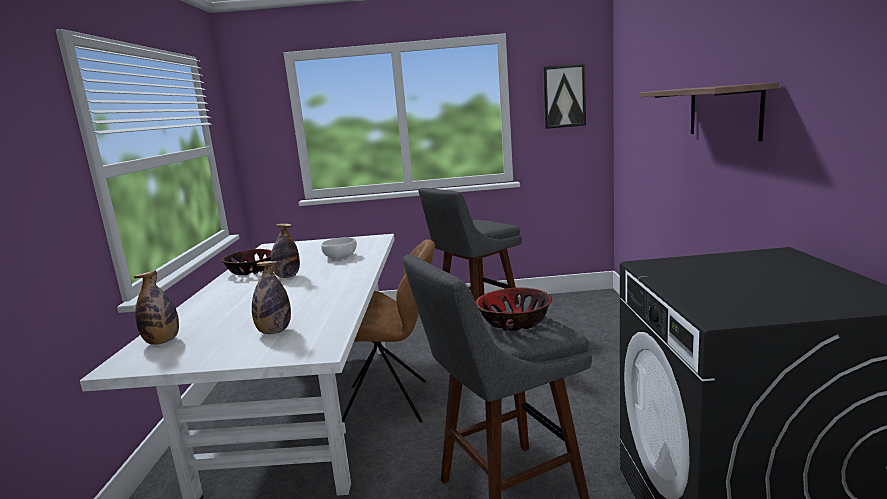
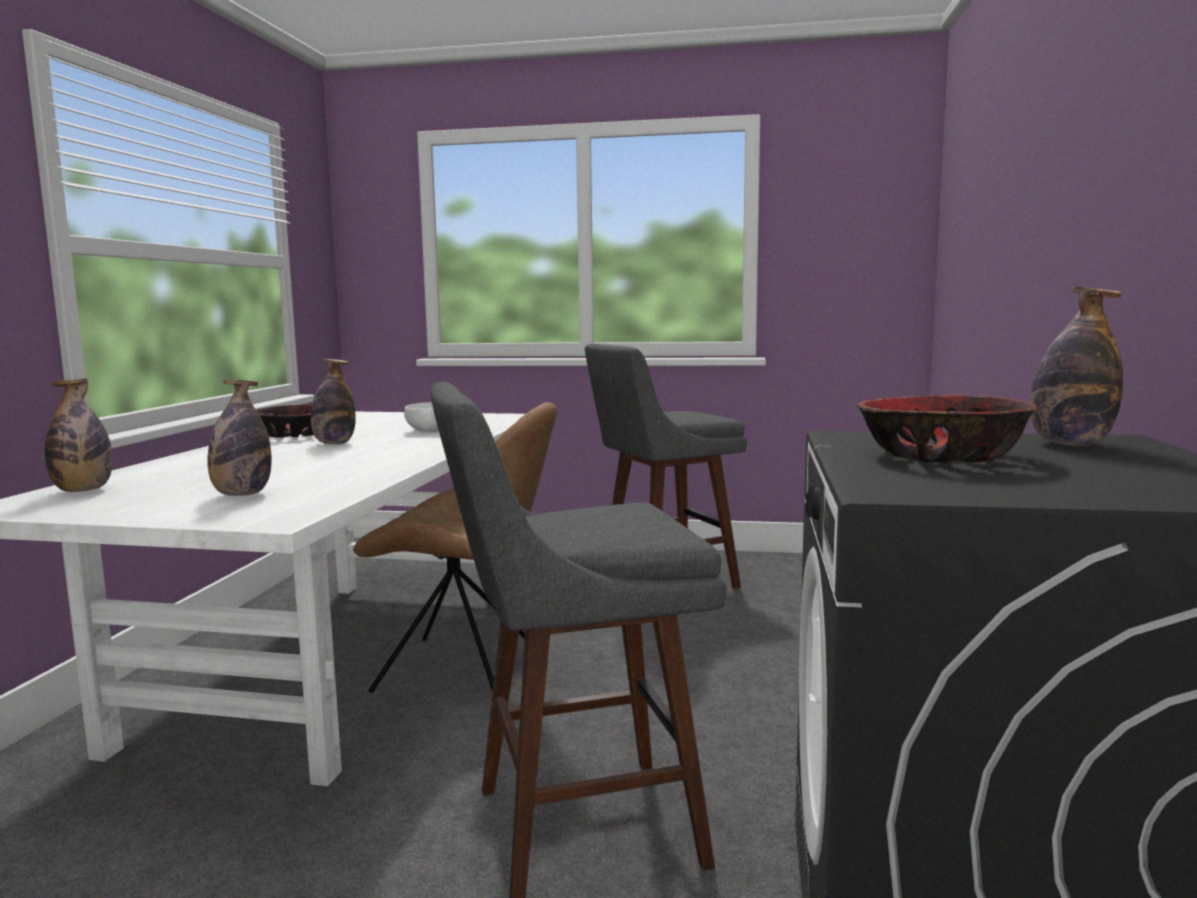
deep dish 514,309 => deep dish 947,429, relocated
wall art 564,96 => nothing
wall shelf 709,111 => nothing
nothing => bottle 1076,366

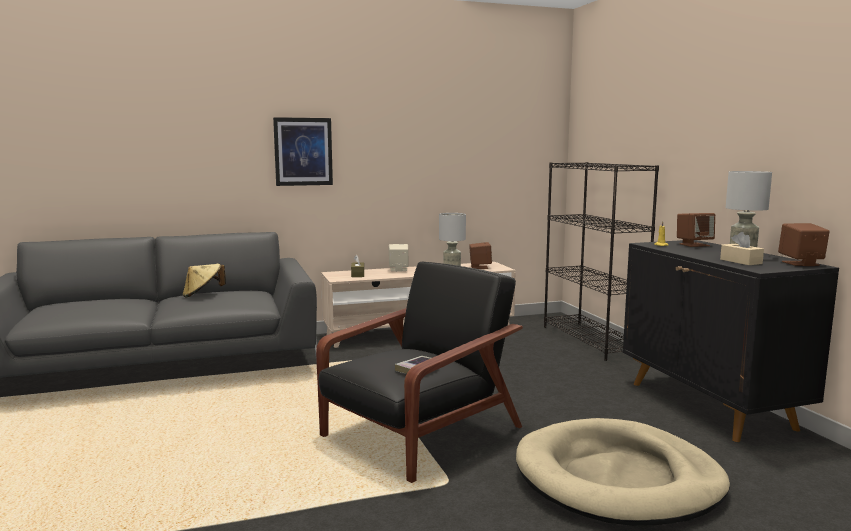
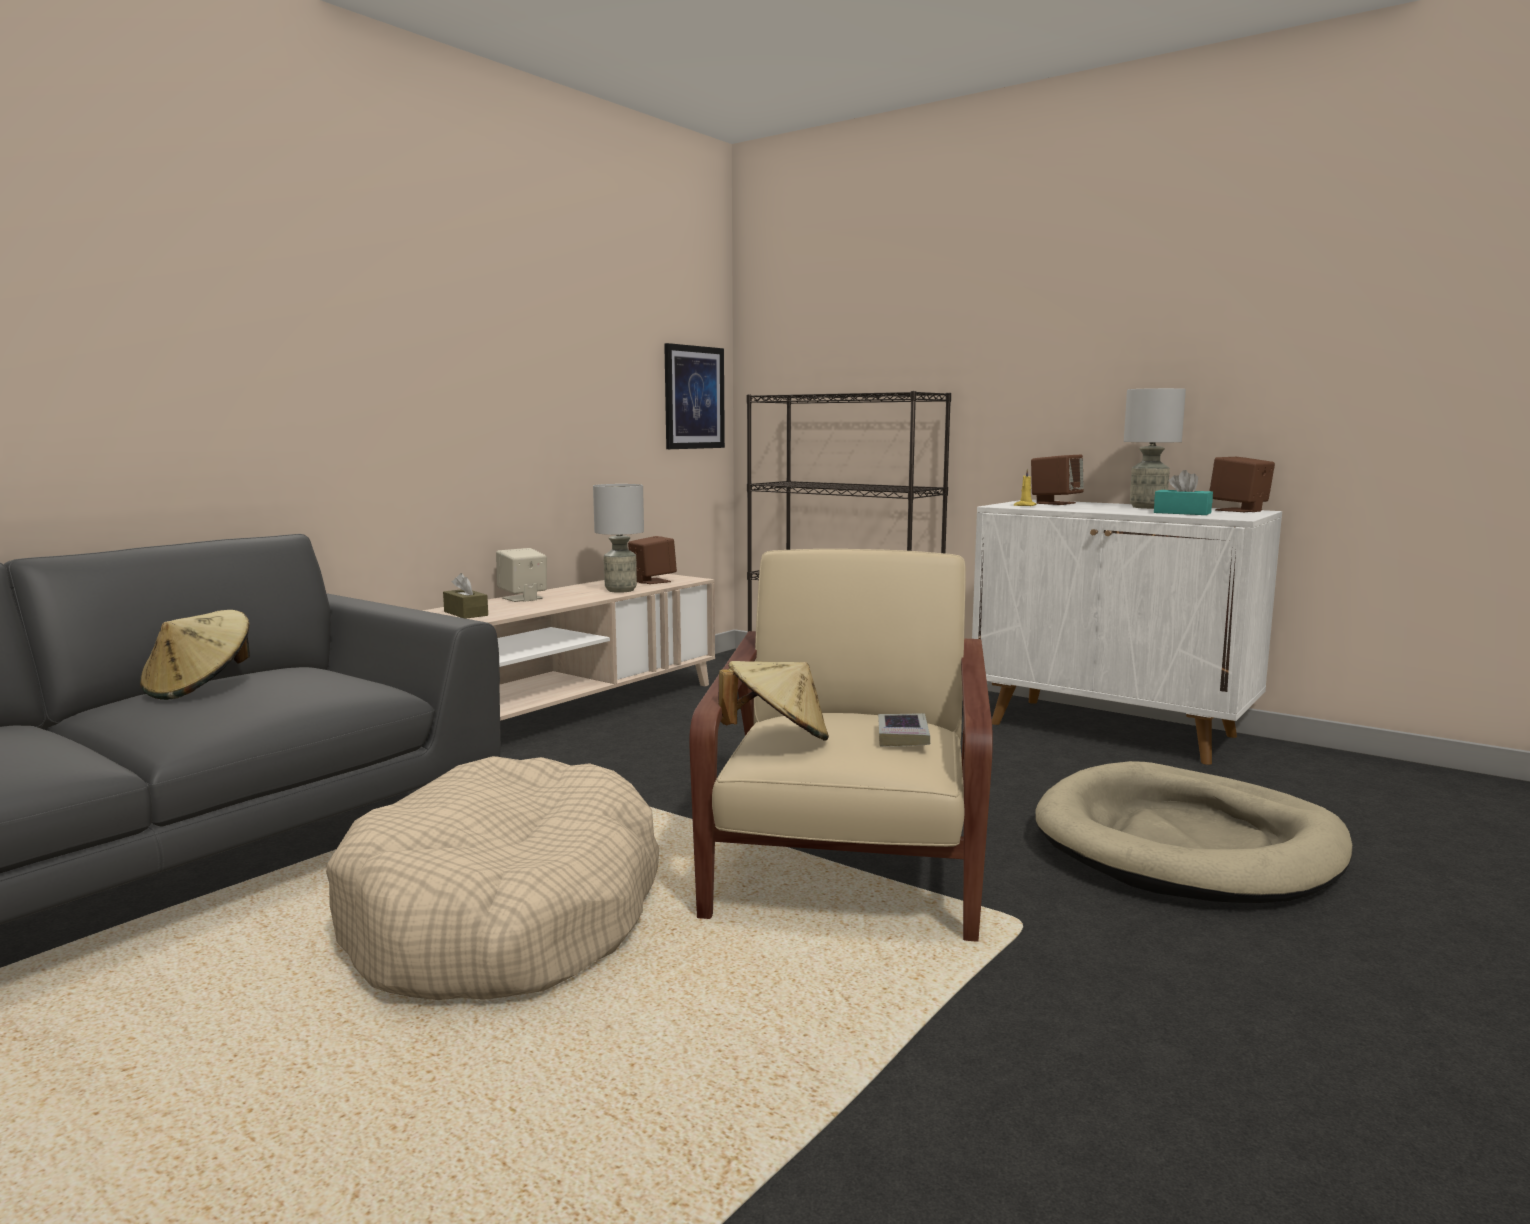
wall art 303,151 => wall art 694,396, relocated
black lounge chair 419,372 => beige lounge chair 841,745
black cabinet 731,341 => whitish cabinet 1127,632
beige box of tissues 742,248 => turquoise-coloured box of tissues 1183,492
nothing => beige dog cushion 492,878
nothing => beige clothing hat 773,701

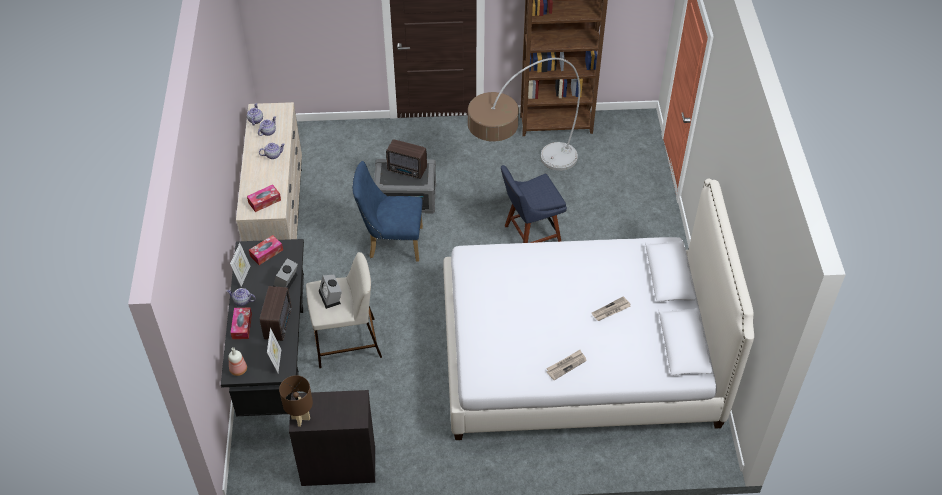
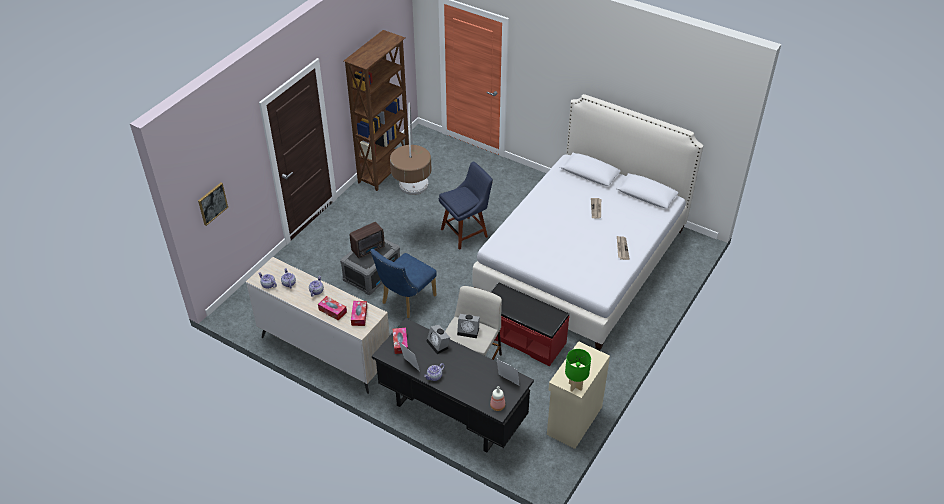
box of tissues 241,323 => box of tissues 332,308, relocated
radio set 276,313 => nothing
brown lamp for a table 296,401 => greenish lamp for a table 578,370
black cabinet 332,438 => beige cabinet 578,395
blue-coloured plain chair 534,204 => blue-coloured plain chair 466,206, 135 degrees counterclockwise
nothing => wall art 213,204
nothing => reddish bench 530,324

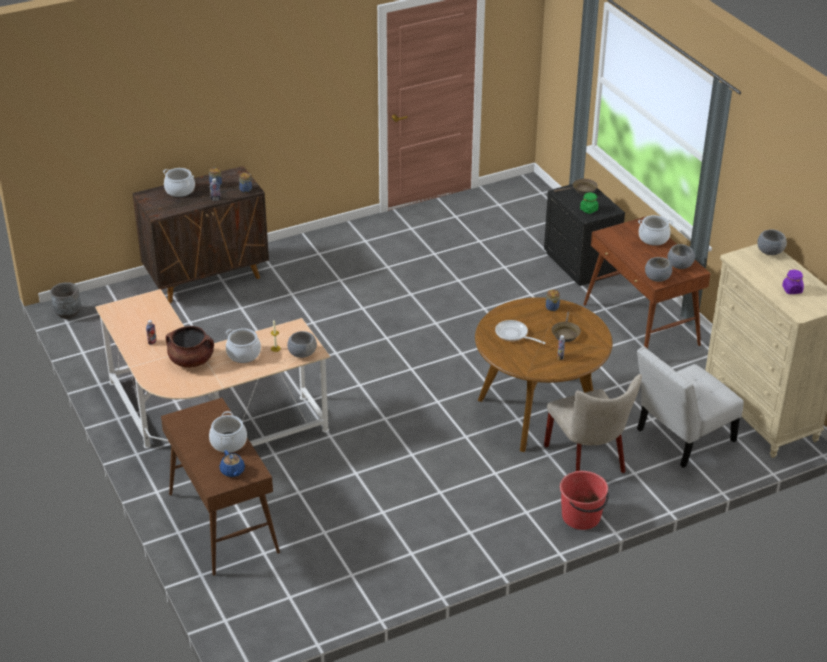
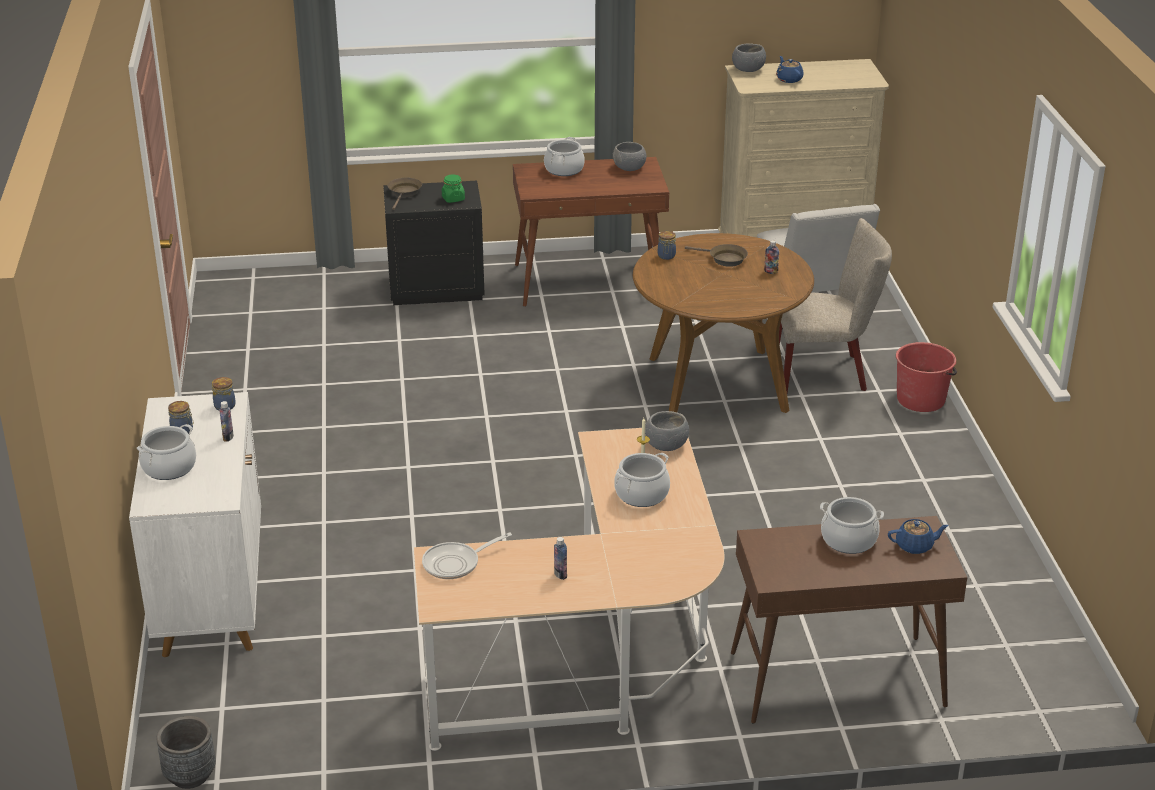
brown cabinet 200,234 => whitish cabinet 195,524
brown cooking pot 190,347 => nothing
skillet 520,332 => skillet 467,555, relocated
greyish deep dish 658,269 => nothing
purplish storage jar 793,282 => nothing
nothing => blue-coloured teapot 790,69

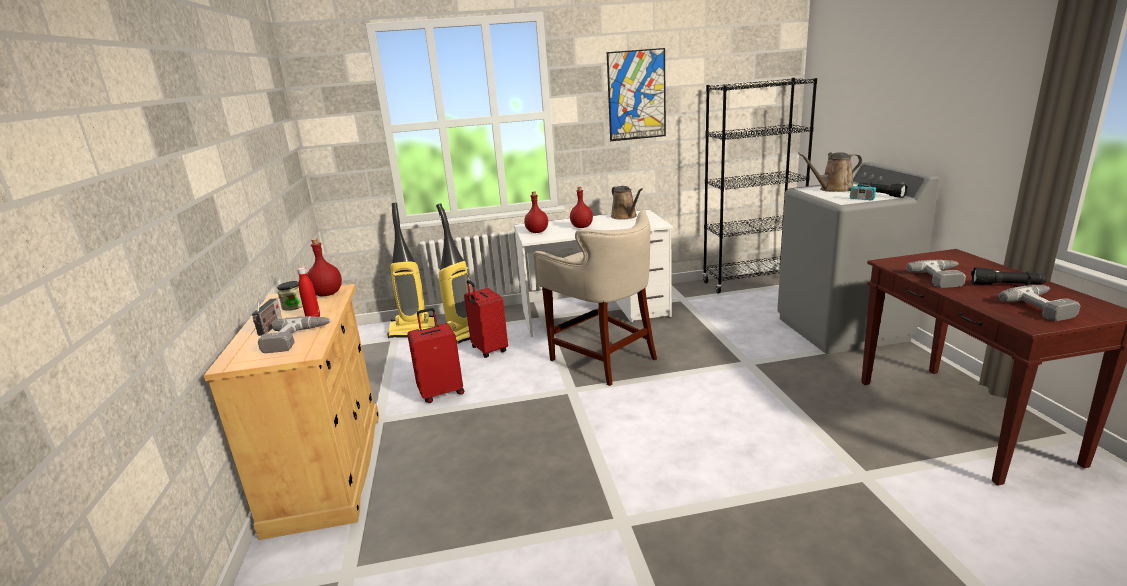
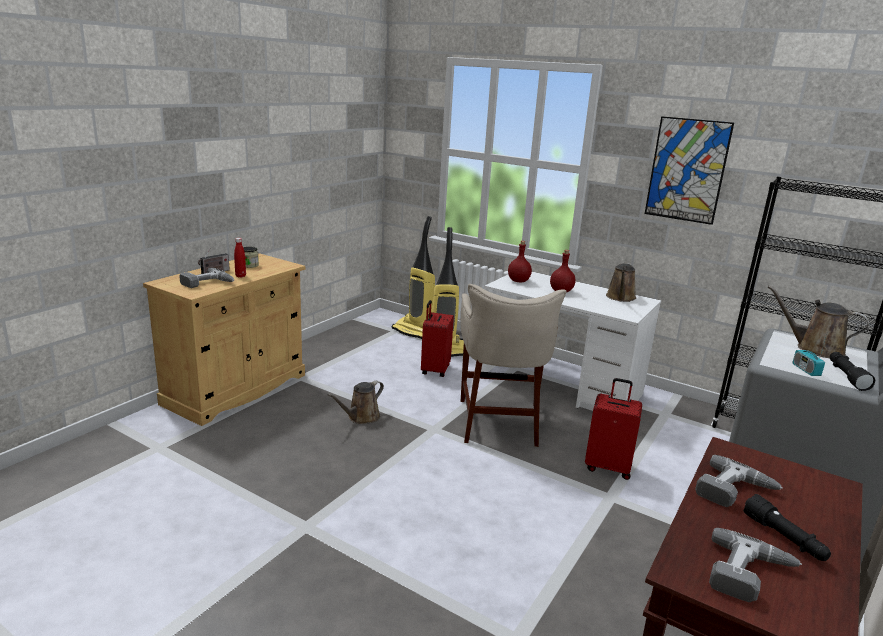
reddish bottle 324,267 => nothing
reddish travel case 435,355 => reddish travel case 613,429, relocated
nothing => brown watering pot 355,402

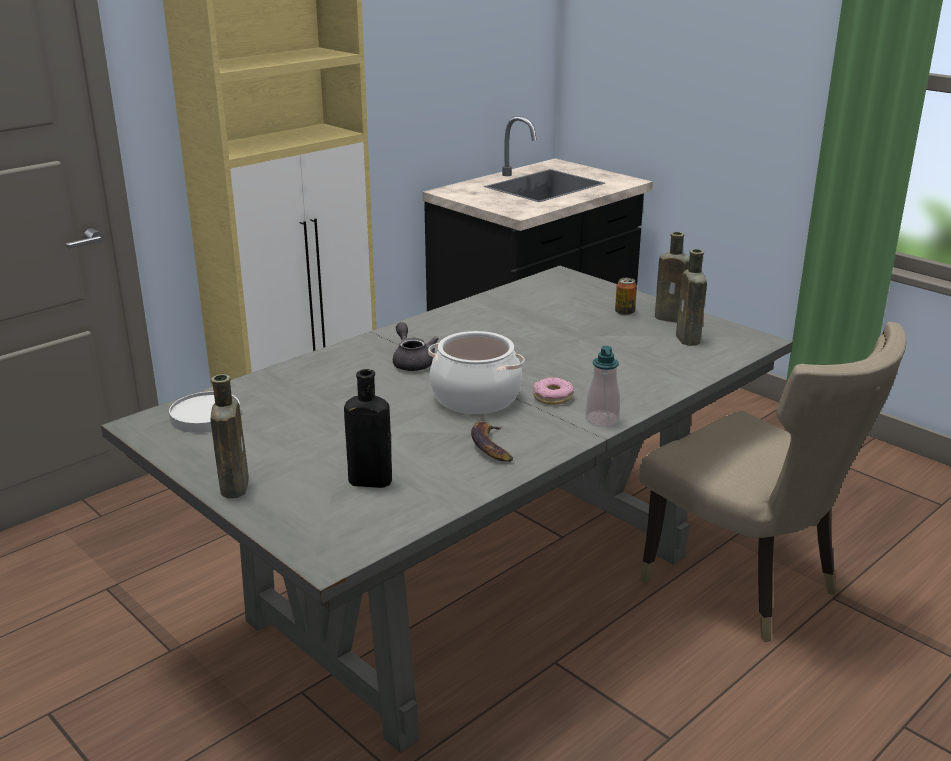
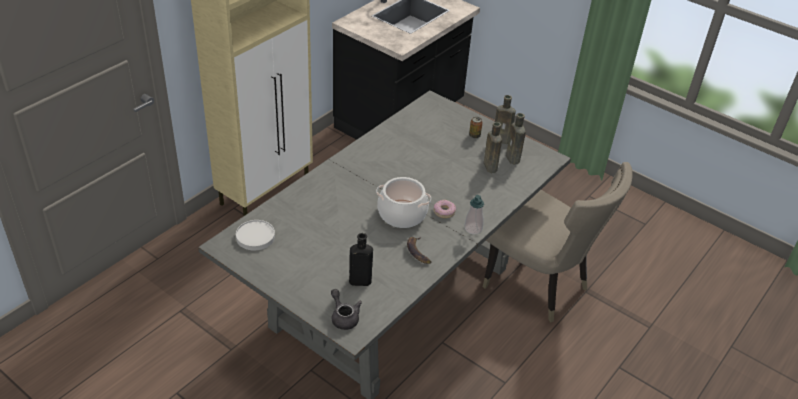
brown bottle 230,436 => brown bottle 493,147, relocated
greyish teapot 416,346 => greyish teapot 346,309, relocated

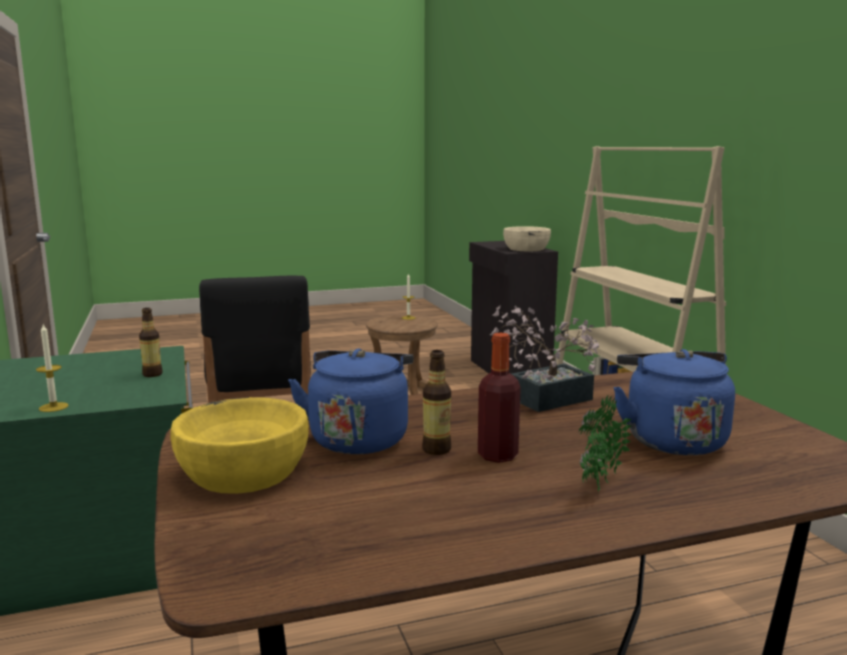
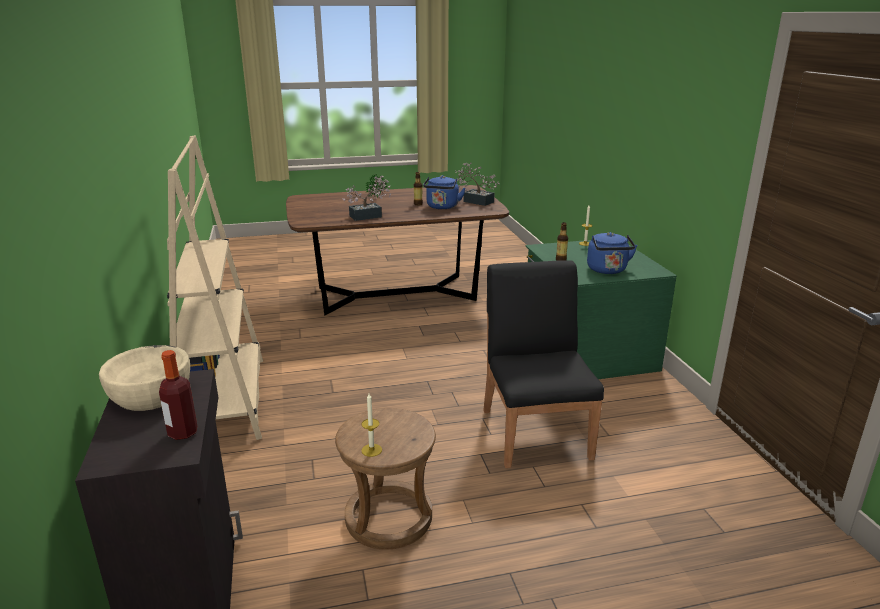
yellow-coloured deep dish 240,445 => potted plant 477,184
bottle 499,398 => bottle 178,395, relocated
blue-coloured water kettle 674,402 => blue-coloured water kettle 612,253, relocated

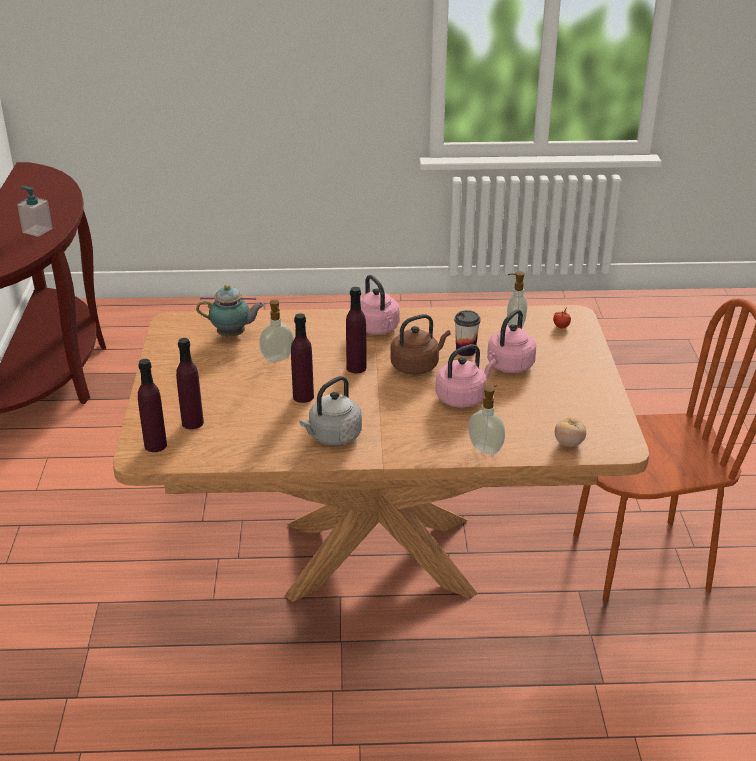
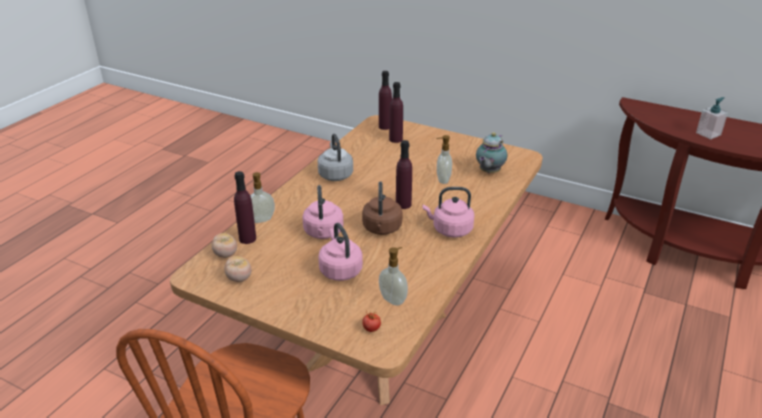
purplish bottle 302,358 => purplish bottle 245,207, relocated
small cup 467,333 => nothing
nothing => whole tomato 237,269

